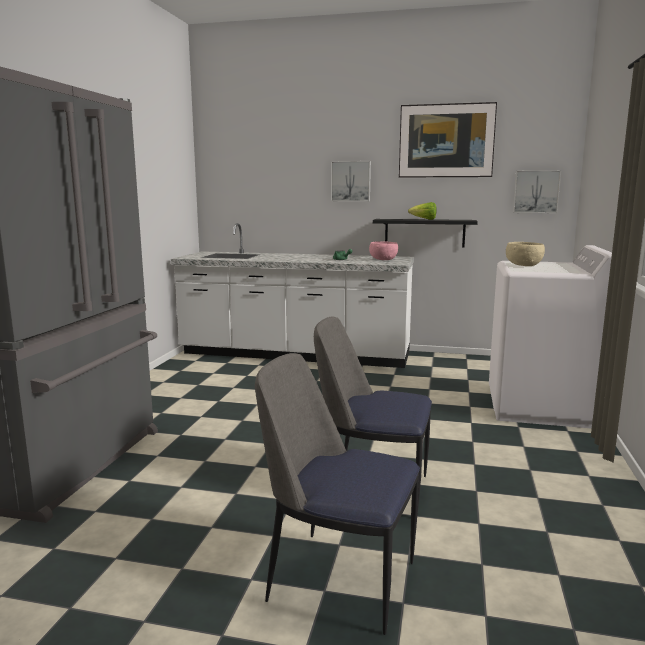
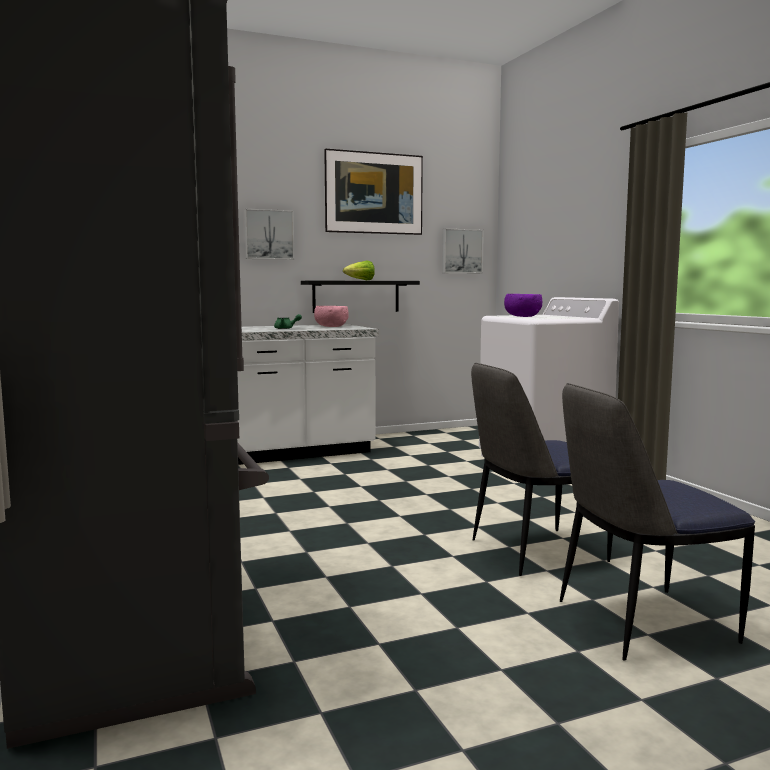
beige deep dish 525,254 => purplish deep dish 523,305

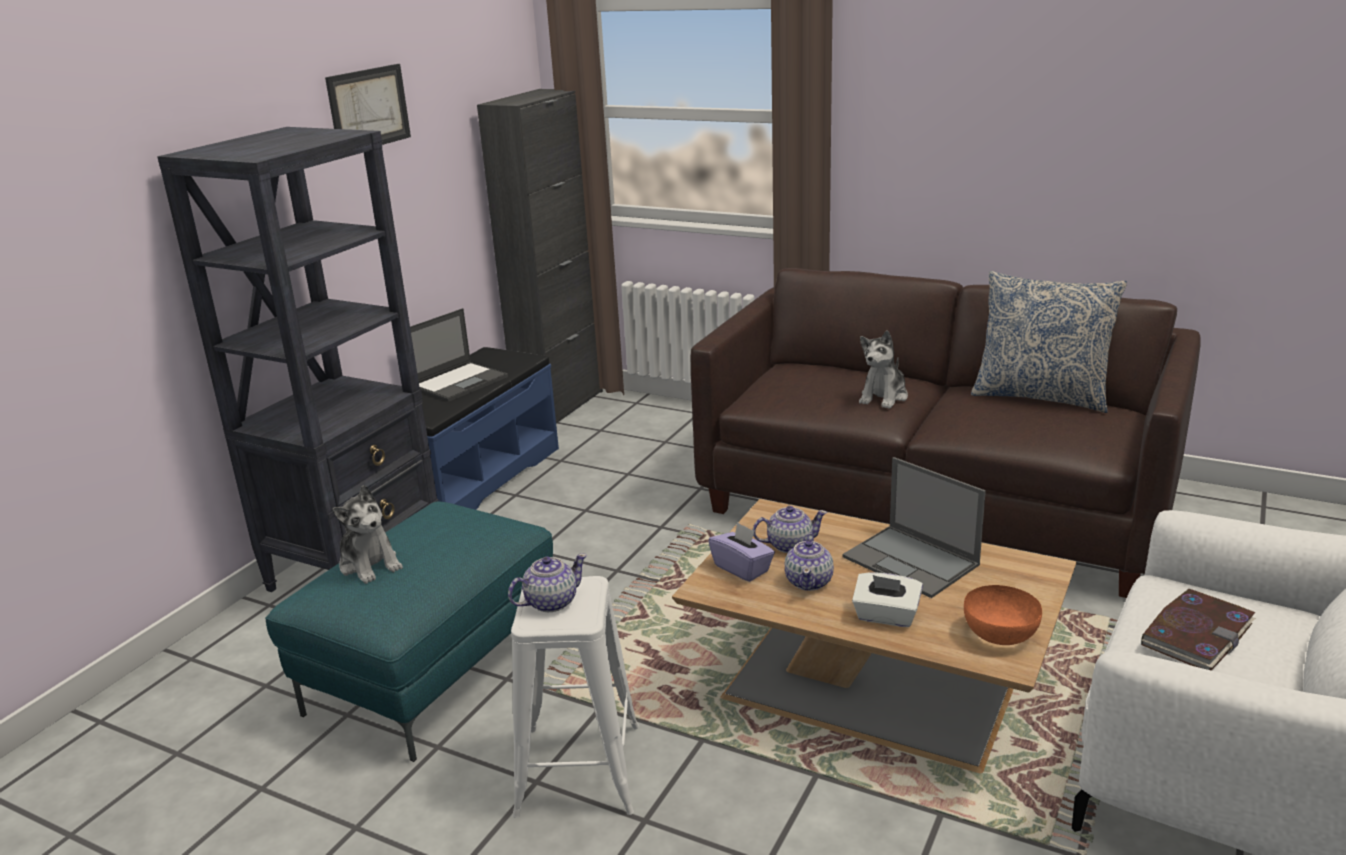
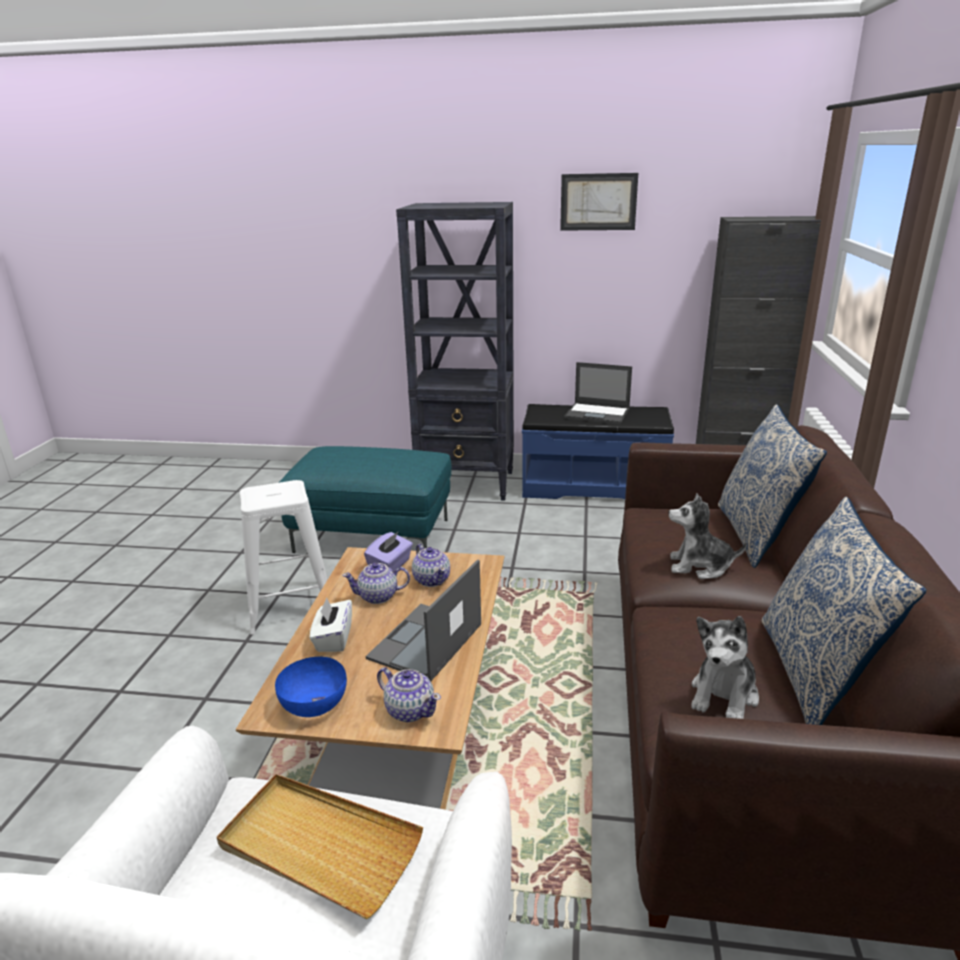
plush toy 367,534 => plush toy 725,667, relocated
teapot 547,582 => teapot 409,694, relocated
orange deep dish 1003,615 => blue-coloured deep dish 311,687
volume 1198,629 => beige carrying tray 320,846
nothing => pillow 772,486

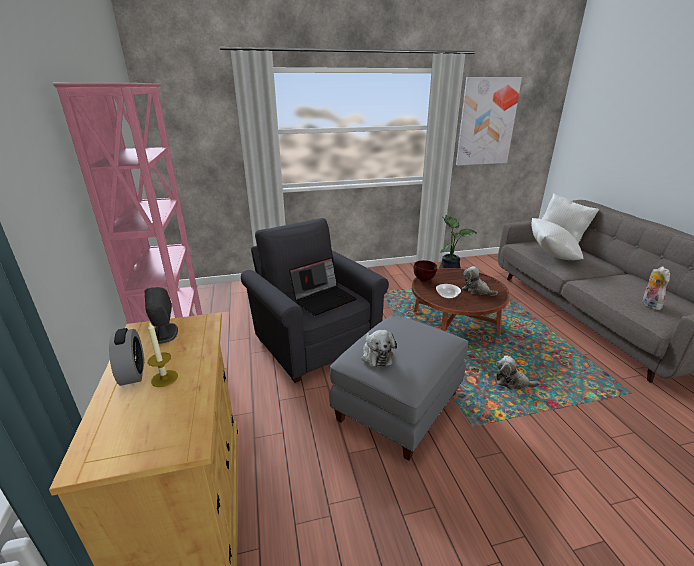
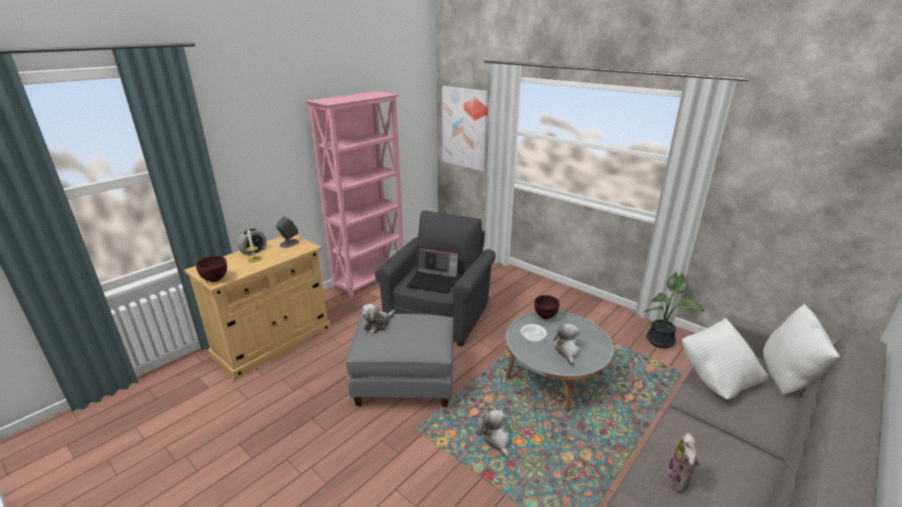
brown low table 461,302 => greyish low table 560,362
wall art 489,121 => wall art 465,129, relocated
plush toy 656,288 => plush toy 682,462, 135 degrees clockwise
nothing => brown deep dish 211,269

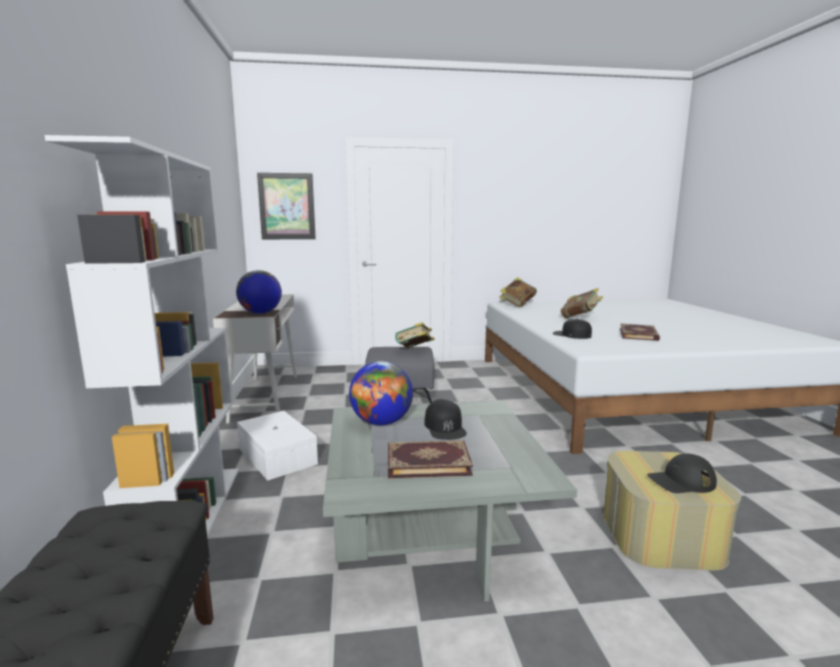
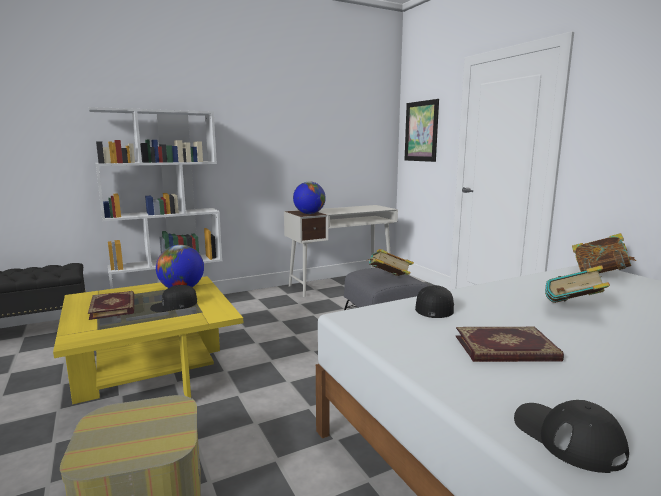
whitish storage container 277,446 => nothing
greyish low table 450,501 => yellow-coloured low table 148,340
black peaked cap 682,473 => black peaked cap 571,436, relocated

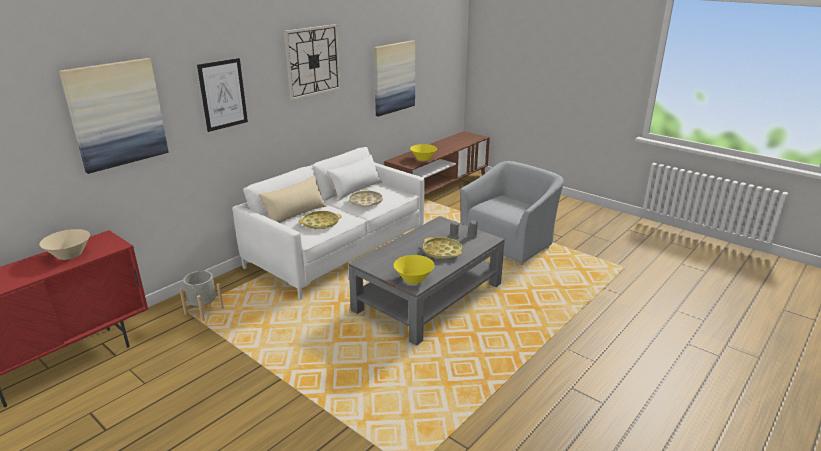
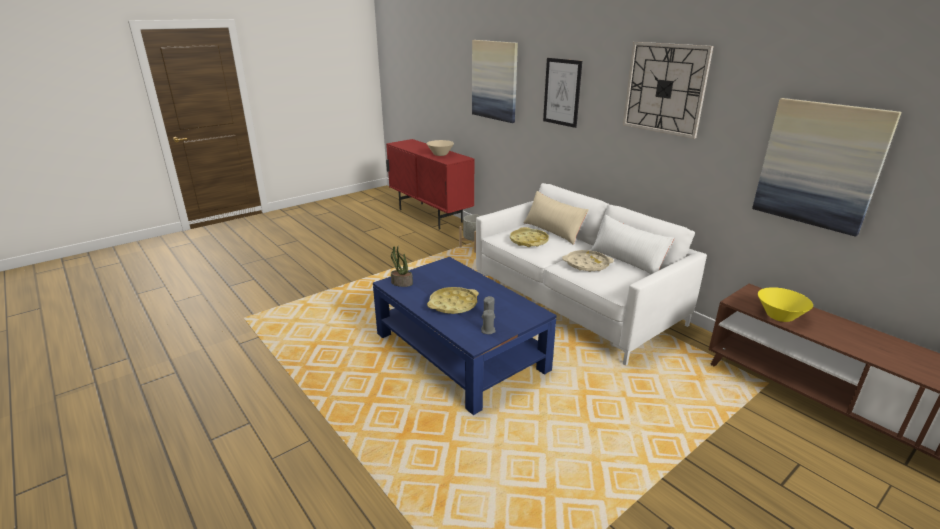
greyish low table 427,281 => blue-coloured low table 465,336
yellow-coloured deep dish 414,269 => potted plant 402,266
greyish lounge chair 512,213 => nothing

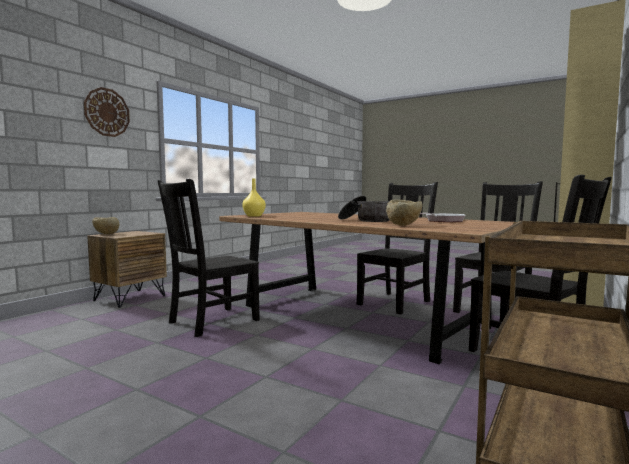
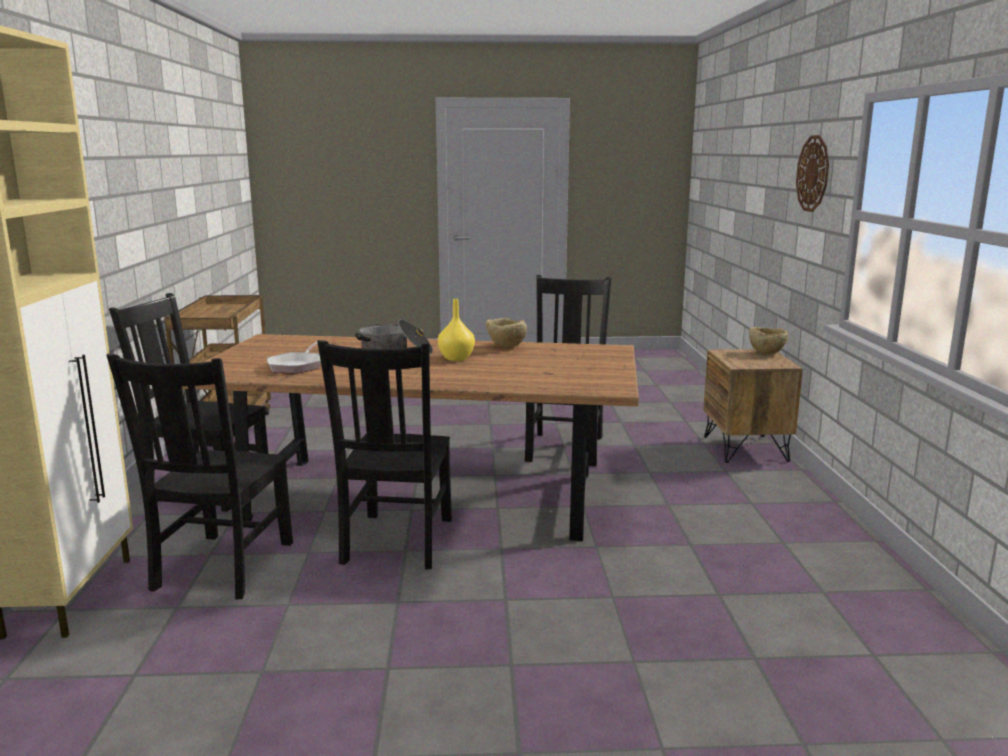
yellow-coloured vase 254,197 => yellow-coloured vase 456,330, relocated
beige deep dish 404,212 => beige deep dish 506,332, relocated

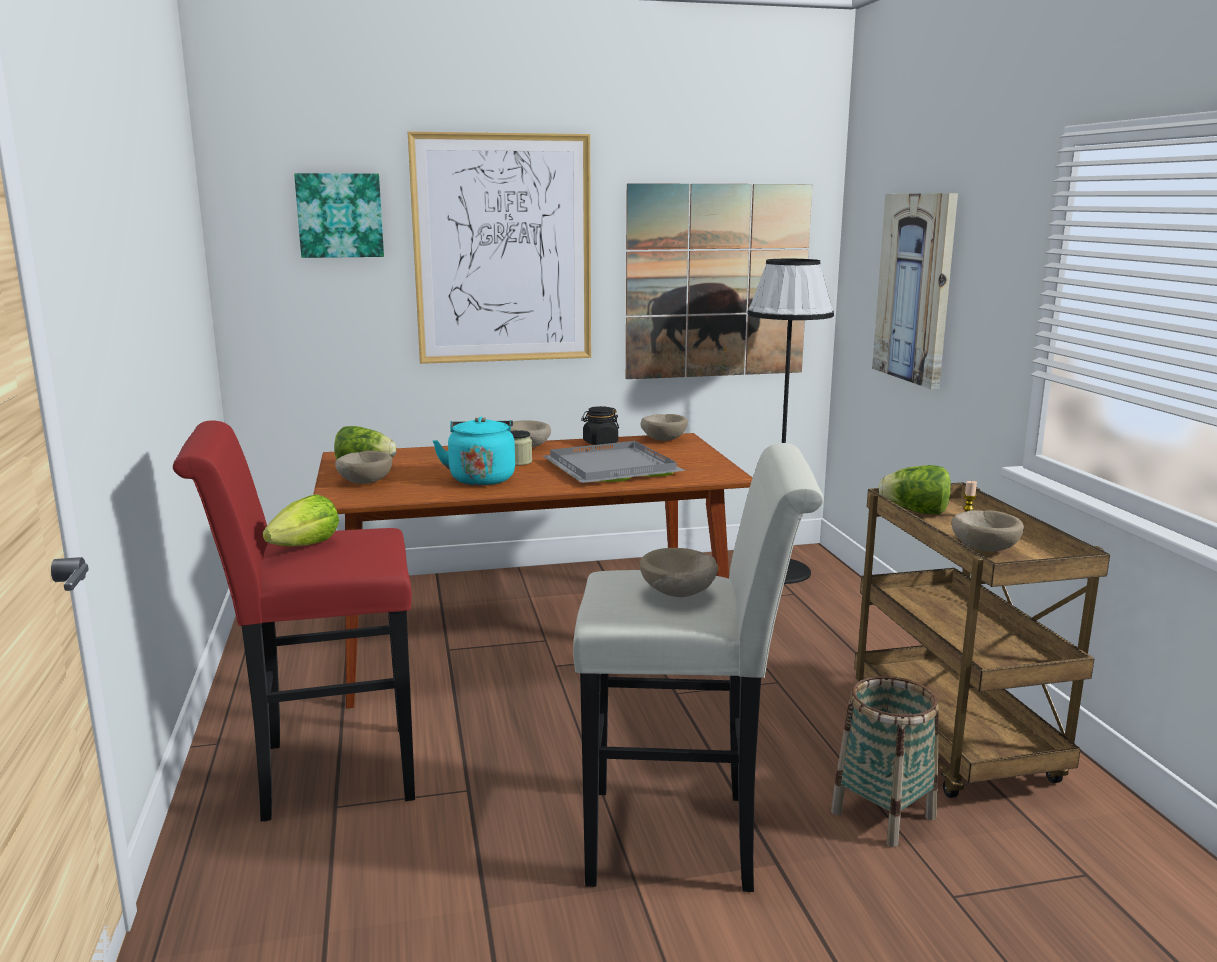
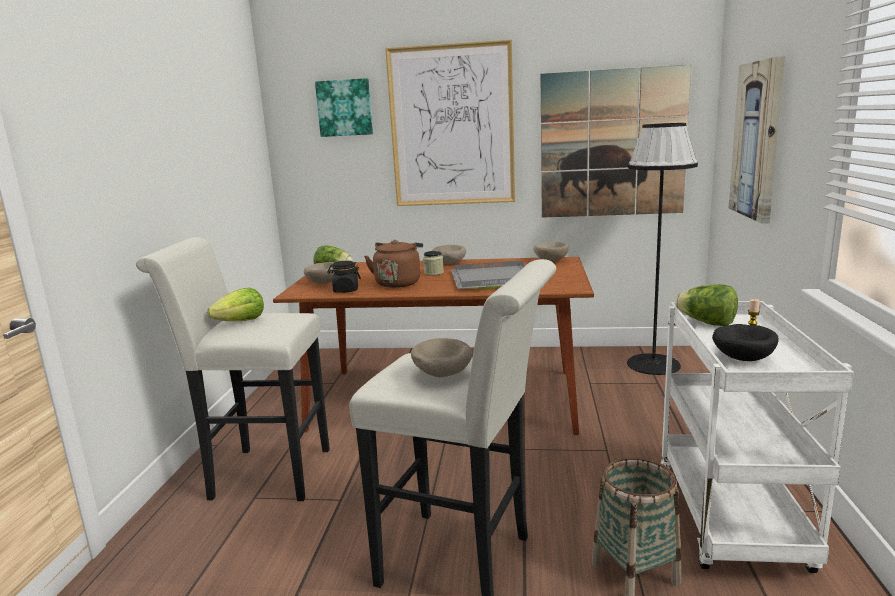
reddish sitting stool 294,621 => whitish sitting stool 233,369
turquoise-coloured water kettle 474,451 => brown water kettle 393,264
black storage jar 600,425 => black storage jar 344,277, relocated
brown wheeled cart 982,640 => whitish wheeled cart 757,437
beige deep dish 988,531 => black deep dish 745,342

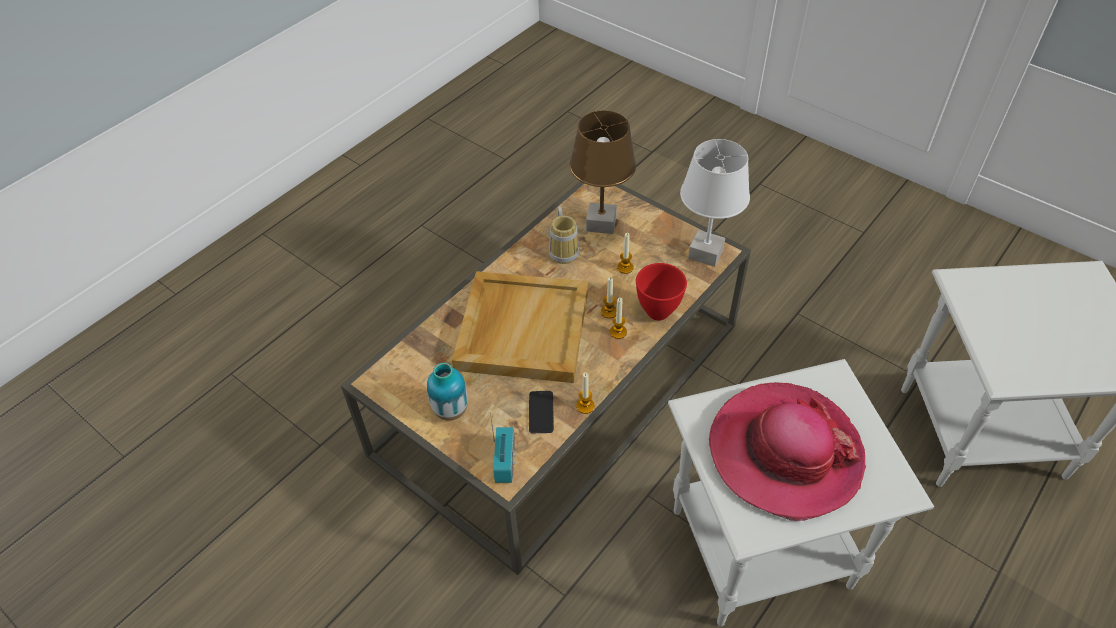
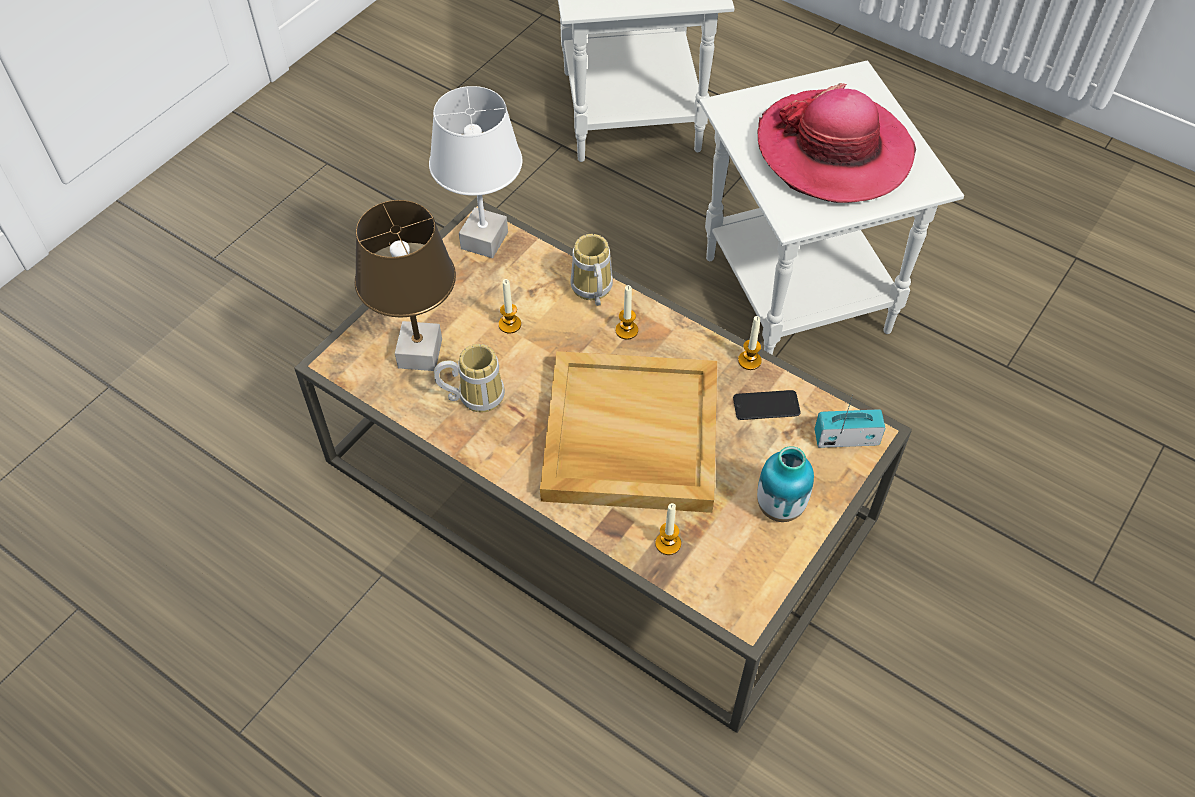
wax candle 609,298 => wax candle 668,529, relocated
reddish deep dish 661,292 => coffee mug 591,270

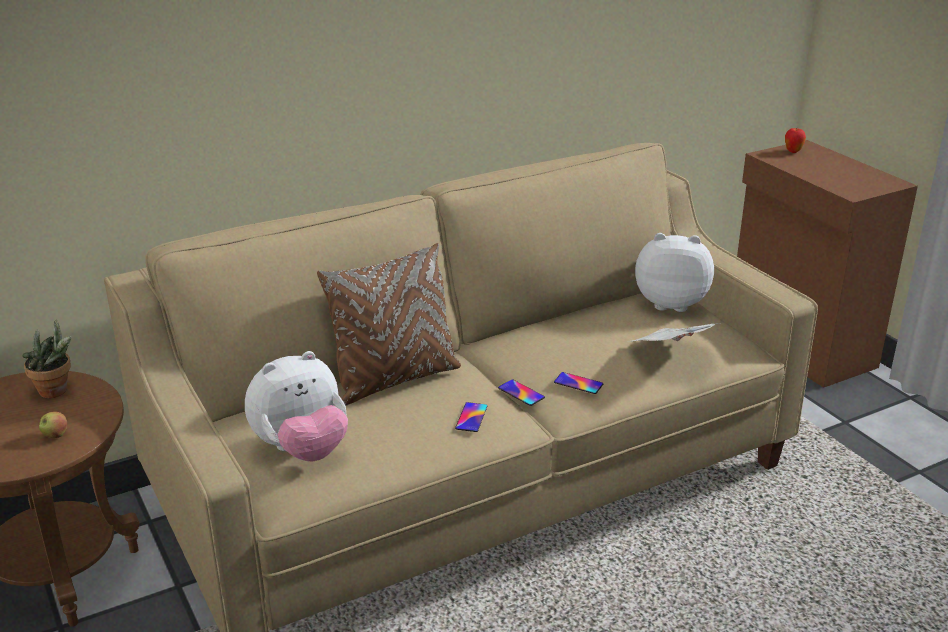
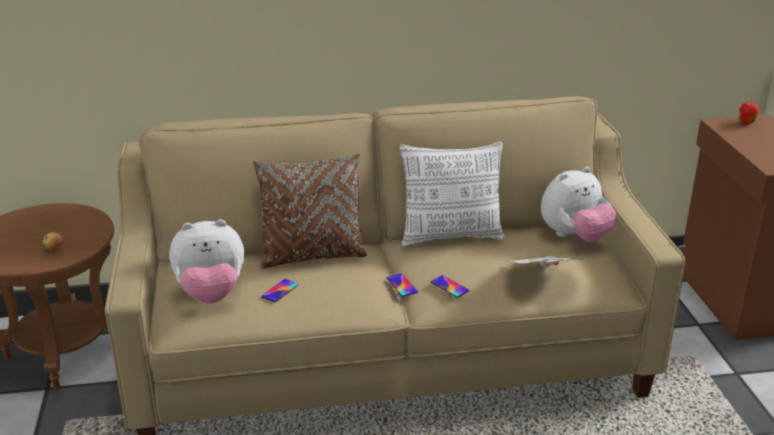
potted plant 47,359 => nothing
handset 471,417 => handset 280,290, relocated
plush toy 674,272 => plush toy 579,204, 120 degrees clockwise
nothing => pillow 452,194

